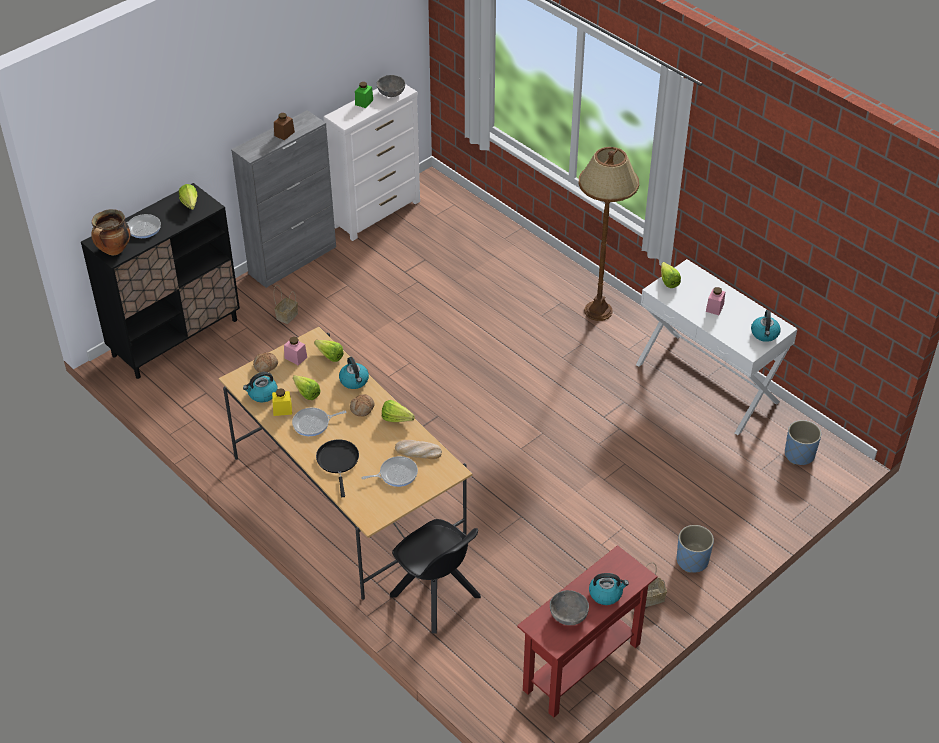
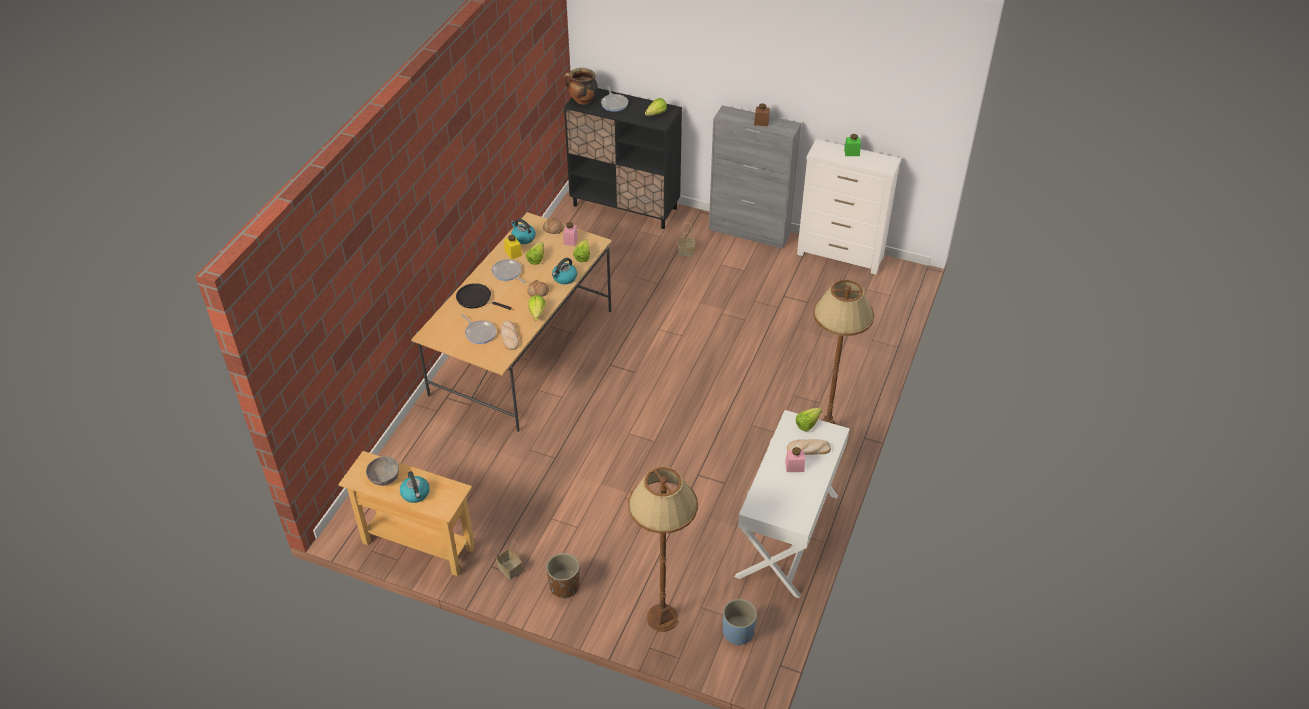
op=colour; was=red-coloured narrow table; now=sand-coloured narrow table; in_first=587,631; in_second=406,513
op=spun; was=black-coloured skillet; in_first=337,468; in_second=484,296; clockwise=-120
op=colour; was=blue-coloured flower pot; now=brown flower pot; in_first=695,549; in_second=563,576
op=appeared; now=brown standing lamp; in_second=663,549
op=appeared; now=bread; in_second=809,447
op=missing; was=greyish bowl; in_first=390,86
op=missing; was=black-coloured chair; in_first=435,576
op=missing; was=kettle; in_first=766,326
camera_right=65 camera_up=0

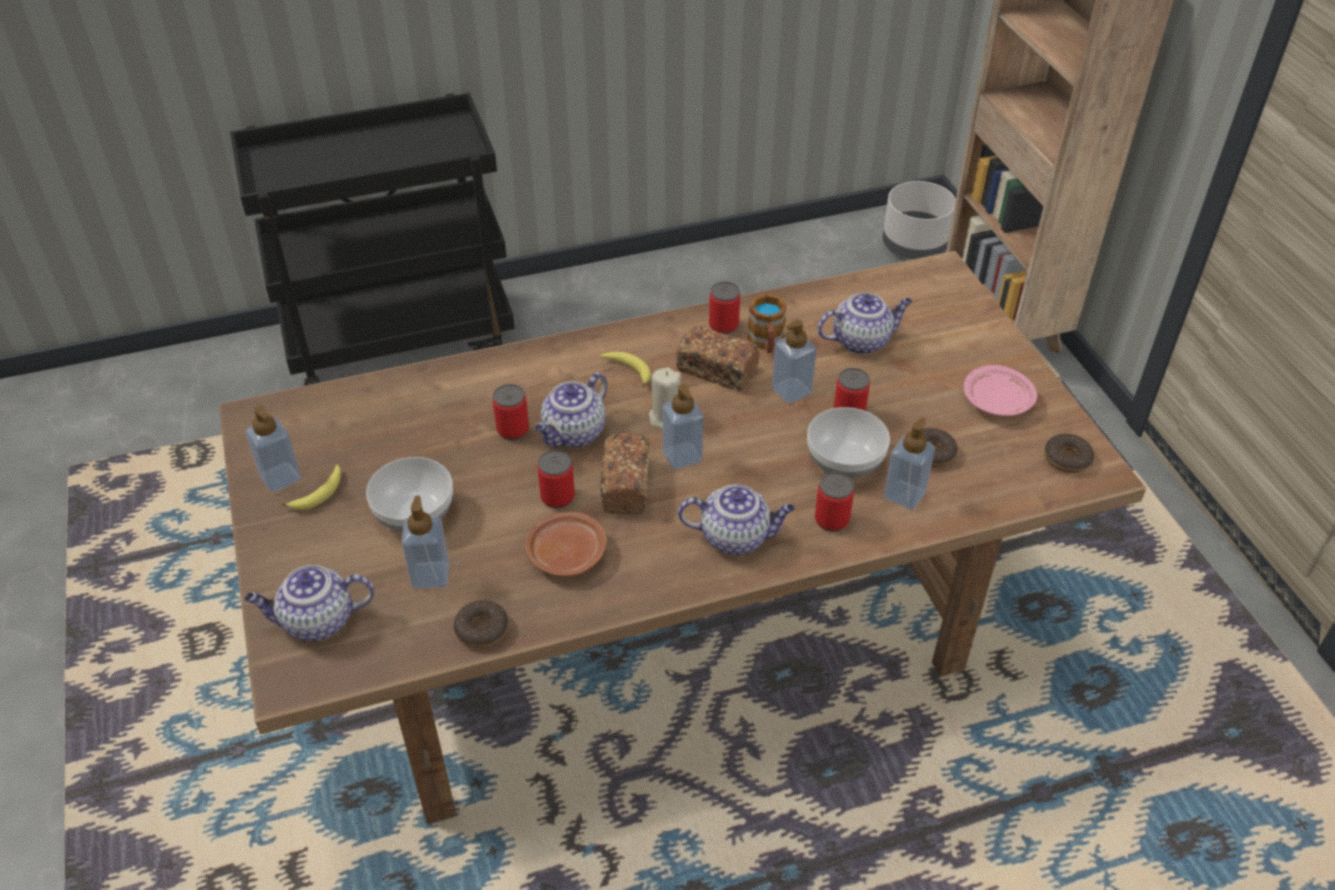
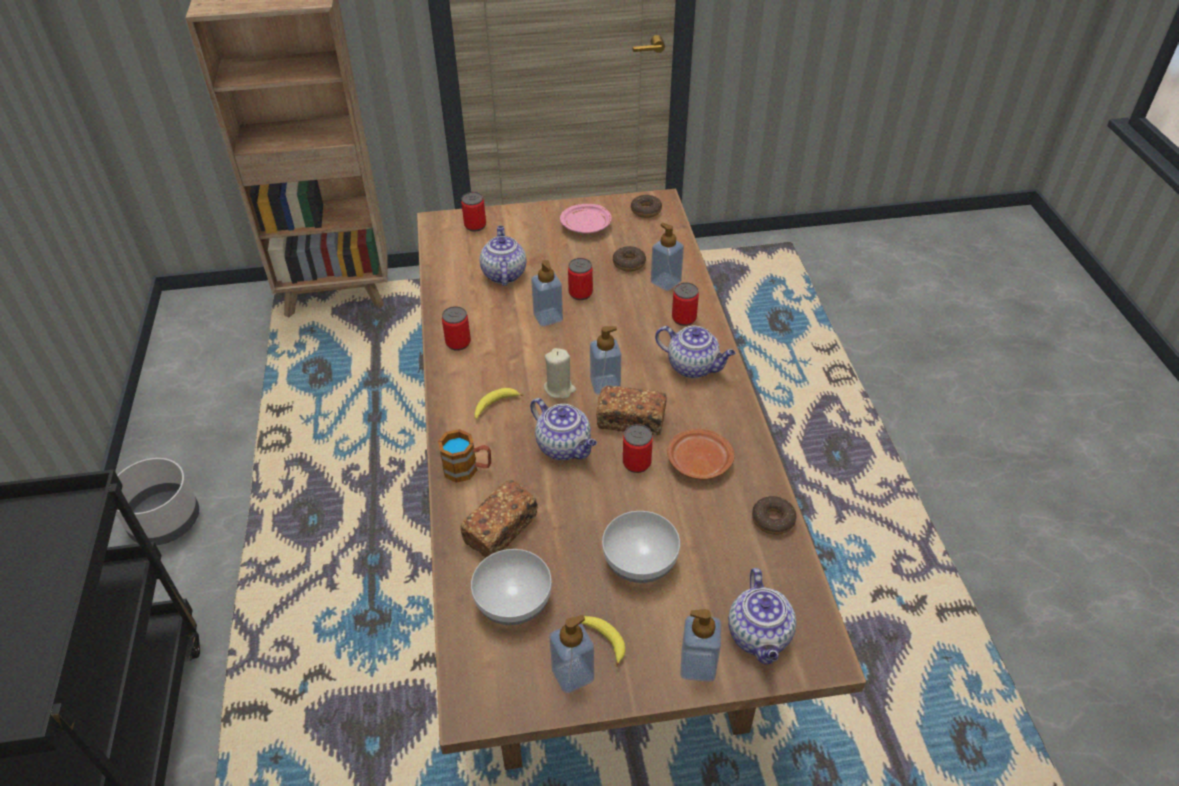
op=relocated; was=greyish flower pot; in_first=919,220; in_second=157,501
op=relocated; was=tea mug; in_first=767,323; in_second=464,456
op=relocated; was=bread; in_first=718,358; in_second=499,518
op=relocated; was=metal can; in_first=511,412; in_second=473,211
op=relocated; was=bowl; in_first=848,443; in_second=511,587
op=spun; was=pot for tea; in_first=736,519; in_second=695,352; clockwise=105
op=relocated; was=soap bottle; in_first=425,542; in_second=700,645
camera_right=-80 camera_up=0

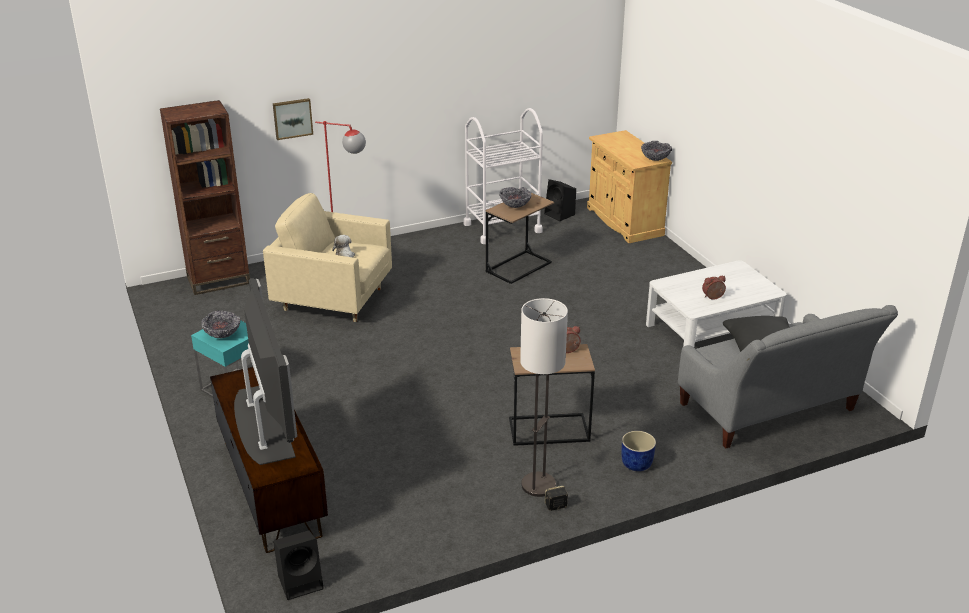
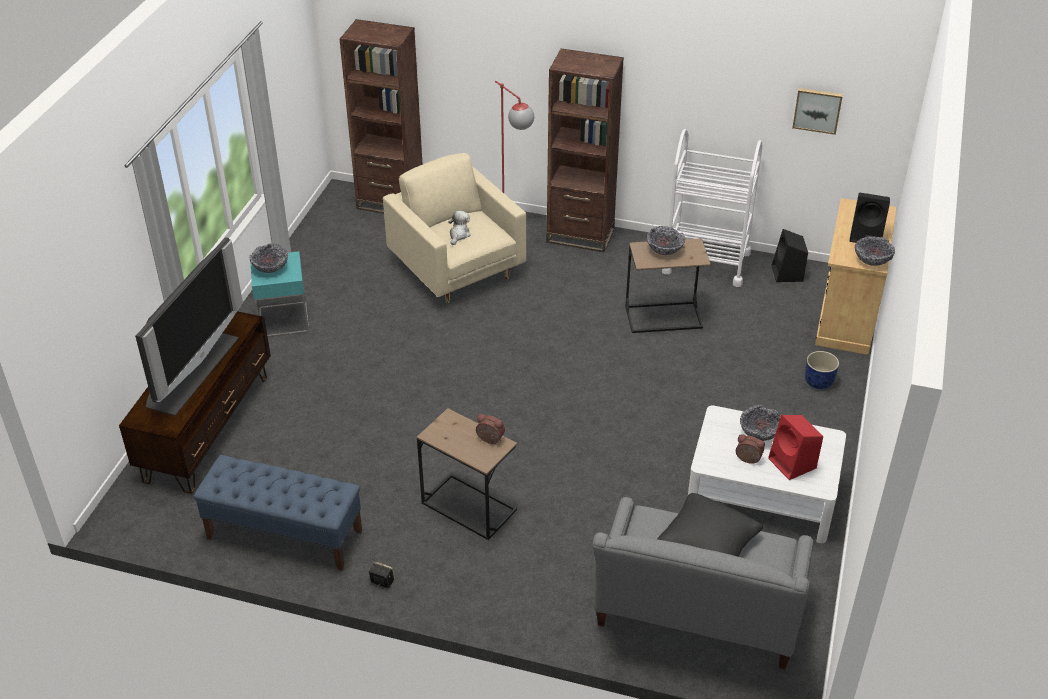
op=appeared; now=blue-coloured bench; in_second=277,513
op=appeared; now=brown bookshelf; in_second=585,151
op=appeared; now=bowl; in_second=760,423
op=appeared; now=red-coloured audio speaker; in_second=795,447
op=relocated; was=picture; in_first=293,119; in_second=817,111
op=relocated; was=blue-coloured flower pot; in_first=639,451; in_second=822,370
op=relocated; was=black-coloured audio speaker; in_first=298,565; in_second=870,218
op=missing; was=standing lamp; in_first=544,397
camera_right=40 camera_up=10

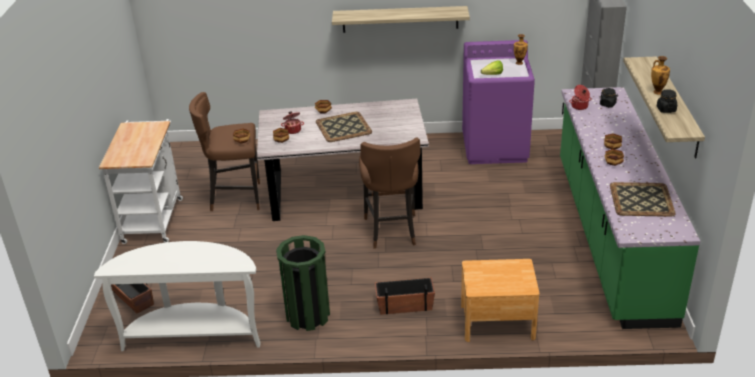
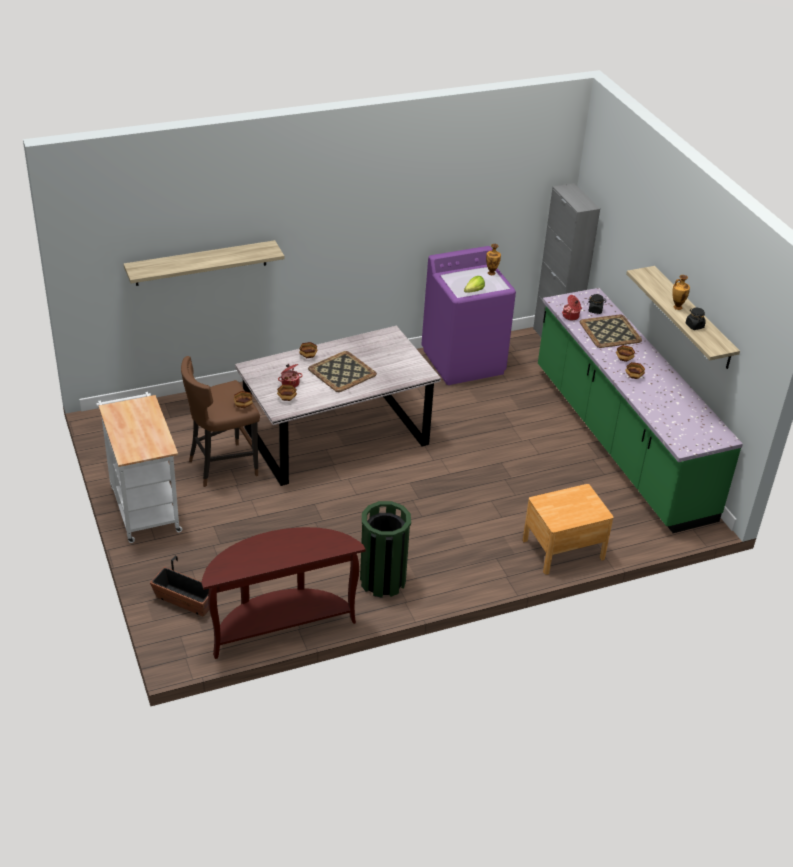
op=relocated; was=bracket shelf; in_first=401,19; in_second=204,263
op=colour; was=white narrow table; now=brown narrow table; in_first=177,296; in_second=283,593
op=relocated; was=serving tray; in_first=643,199; in_second=610,331
op=missing; was=brown stool; in_first=390,193
op=missing; was=flower pot; in_first=405,296
camera_right=-25 camera_up=5

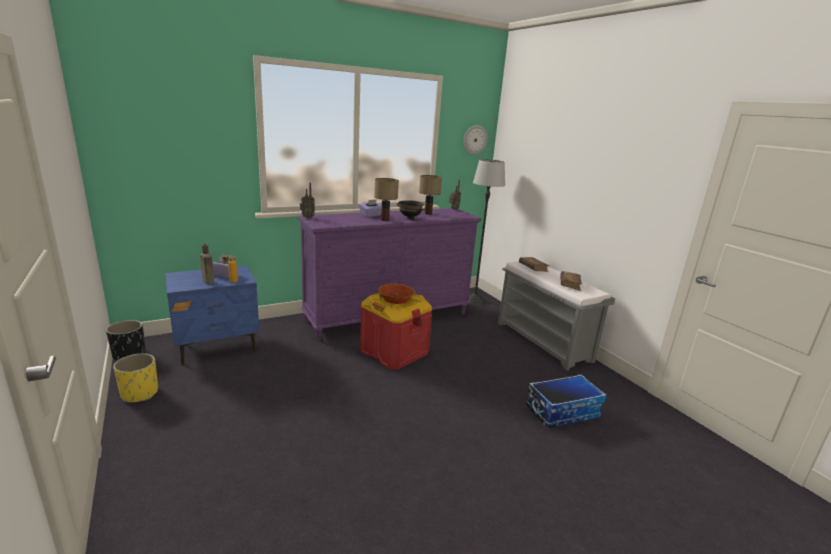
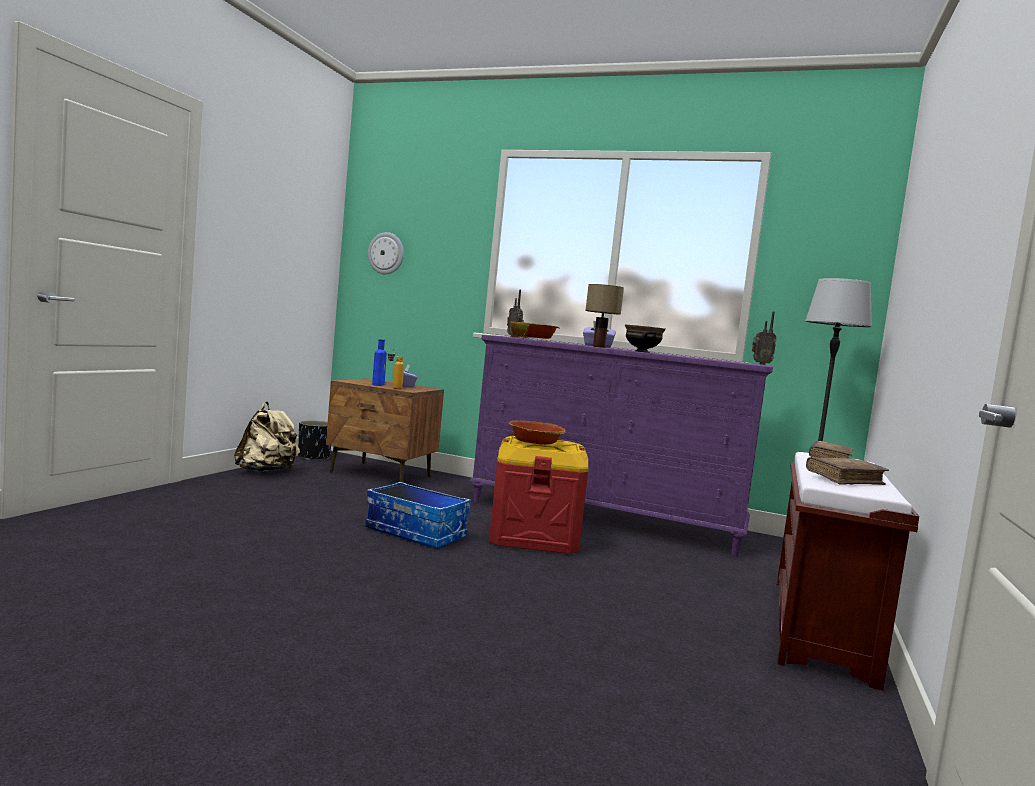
op=exchanged; was=yellowish flower pot; now=sand-coloured backpack; in_first=135,377; in_second=267,437
op=colour; was=blue-coloured night table; now=brown night table; in_first=212,315; in_second=385,430
op=relocated; was=storage box; in_first=566,401; in_second=418,515
op=relocated; was=hanging clock; in_first=475,140; in_second=386,253
op=colour; was=brown beverage bottle; now=blue-coloured beverage bottle; in_first=207,264; in_second=379,362
op=appeared; now=bowl; in_second=534,330
op=colour; was=greyish bench; now=brown bench; in_first=556,316; in_second=848,571
op=missing; was=table lamp; in_first=430,195
camera_right=50 camera_up=-15

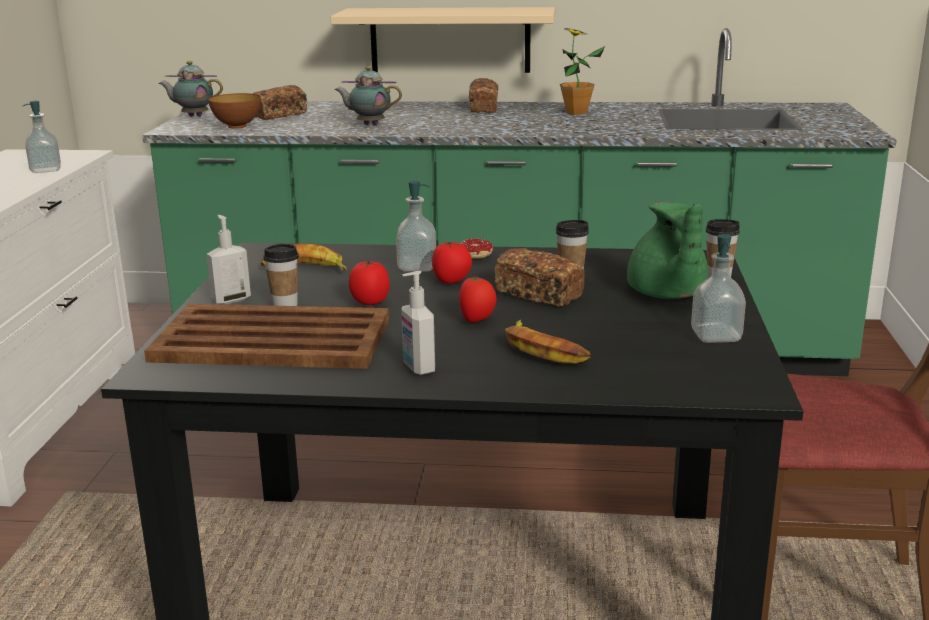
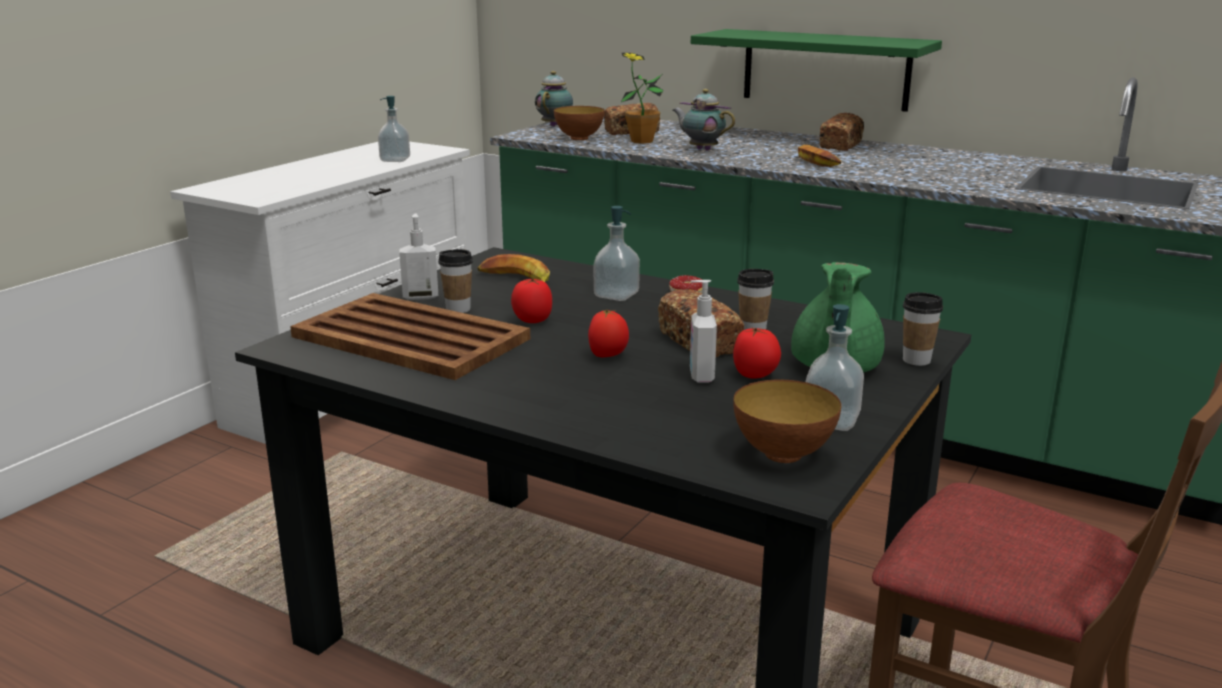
op=spun; was=pot for tea; in_first=191,89; in_second=554,98; clockwise=75
op=relocated; was=houseplant; in_first=582,71; in_second=642,98
op=relocated; was=soap bottle; in_first=418,323; in_second=703,331
op=colour; was=sand-coloured bracket shelf; now=greenish bracket shelf; in_first=443,40; in_second=816,70
op=relocated; was=tomato; in_first=452,263; in_second=757,353
op=appeared; now=bowl; in_second=787,421
op=relocated; was=banana; in_first=548,342; in_second=819,156
camera_right=25 camera_up=0

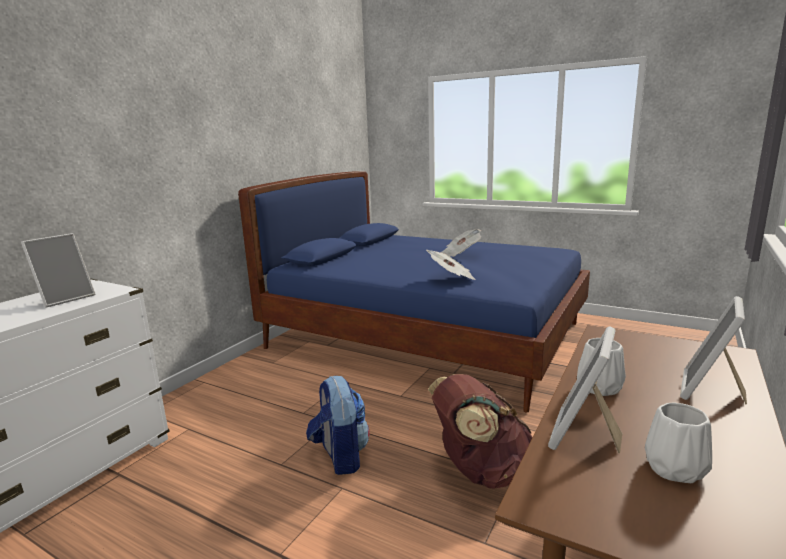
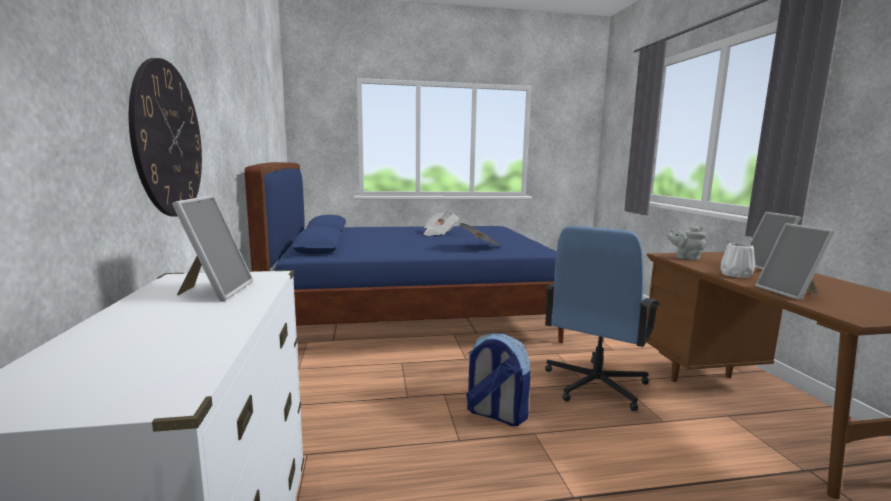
op=appeared; now=hanging clock; in_second=165,137
op=exchanged; was=brown backpack; now=blue-coloured computer chair; in_first=480,431; in_second=602,318
op=appeared; now=greyish pot for tea; in_second=686,243
op=missing; was=white vase; in_first=678,443
camera_right=-40 camera_up=-5

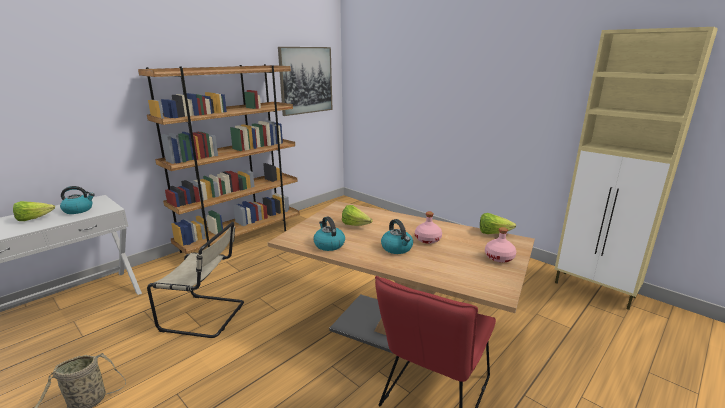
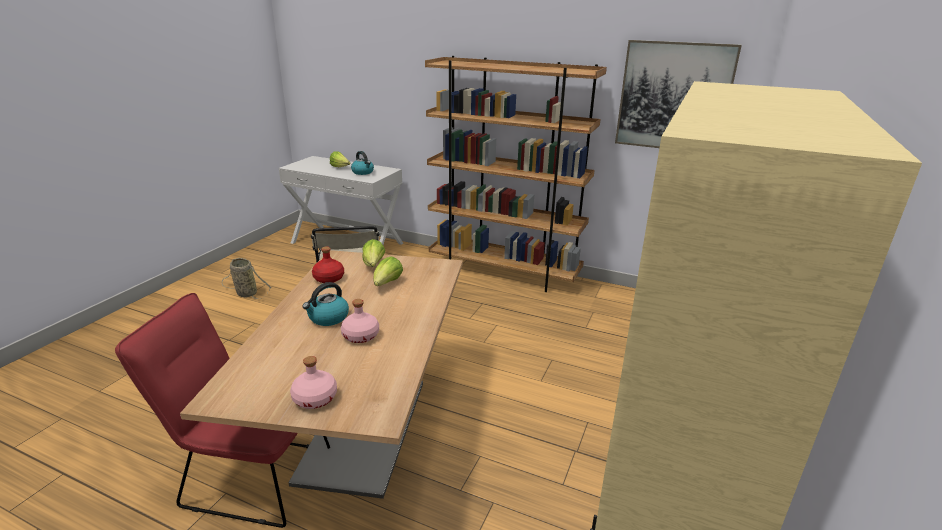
op=exchanged; was=kettle; now=red-coloured beverage bottle; in_first=329,233; in_second=328,264
op=relocated; was=lettuce; in_first=498,223; in_second=373,253
camera_right=70 camera_up=5

